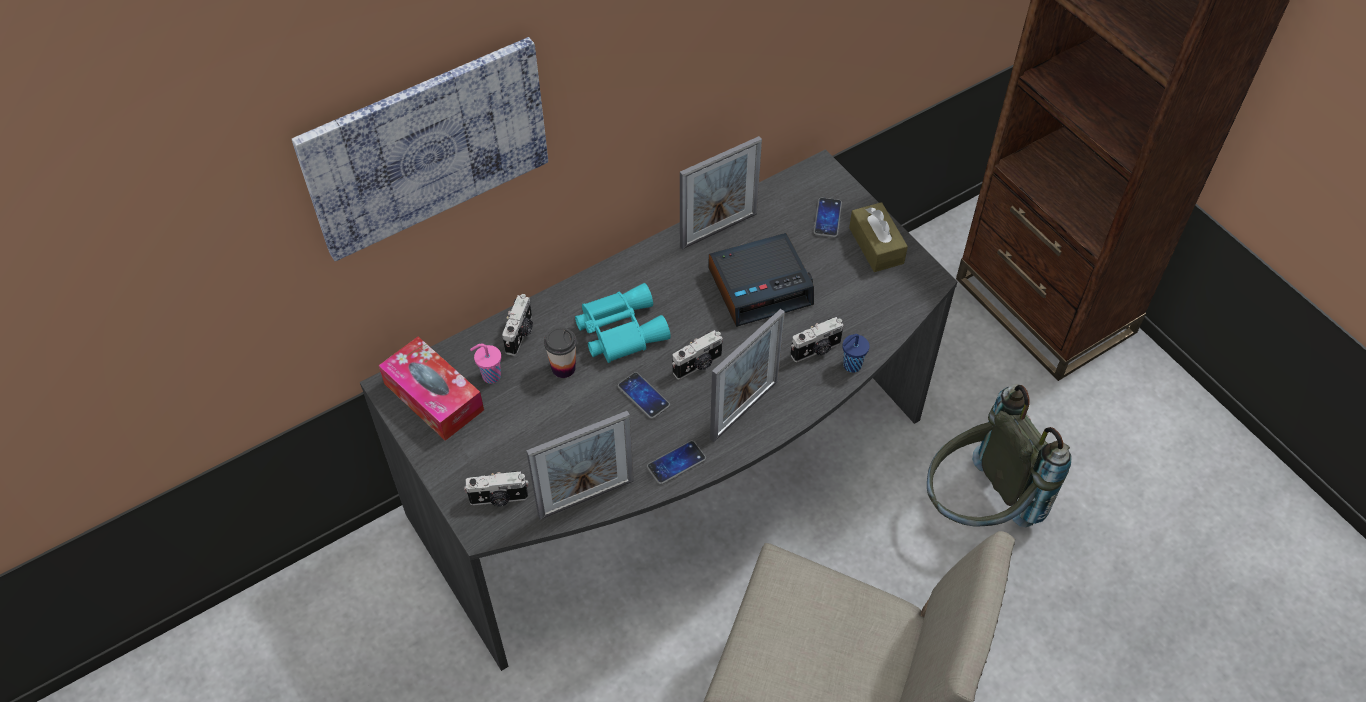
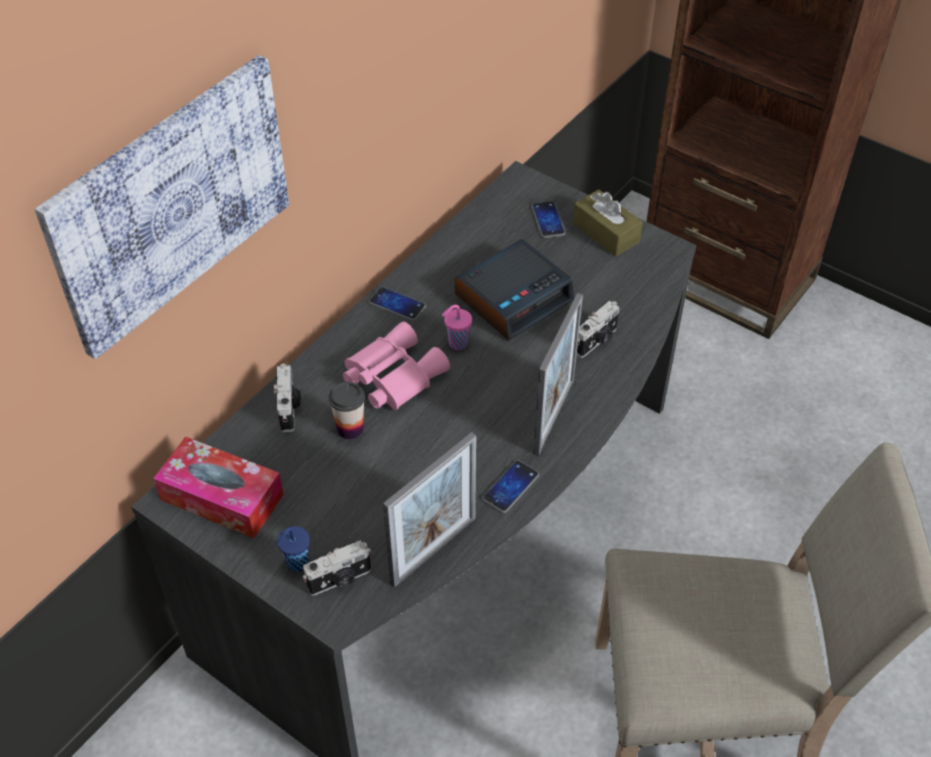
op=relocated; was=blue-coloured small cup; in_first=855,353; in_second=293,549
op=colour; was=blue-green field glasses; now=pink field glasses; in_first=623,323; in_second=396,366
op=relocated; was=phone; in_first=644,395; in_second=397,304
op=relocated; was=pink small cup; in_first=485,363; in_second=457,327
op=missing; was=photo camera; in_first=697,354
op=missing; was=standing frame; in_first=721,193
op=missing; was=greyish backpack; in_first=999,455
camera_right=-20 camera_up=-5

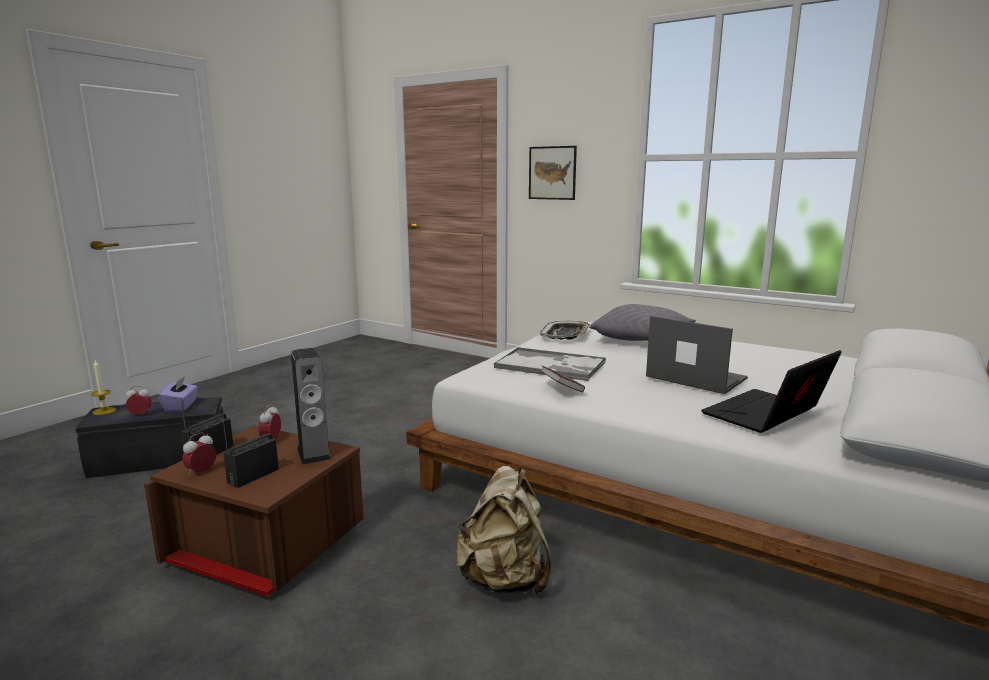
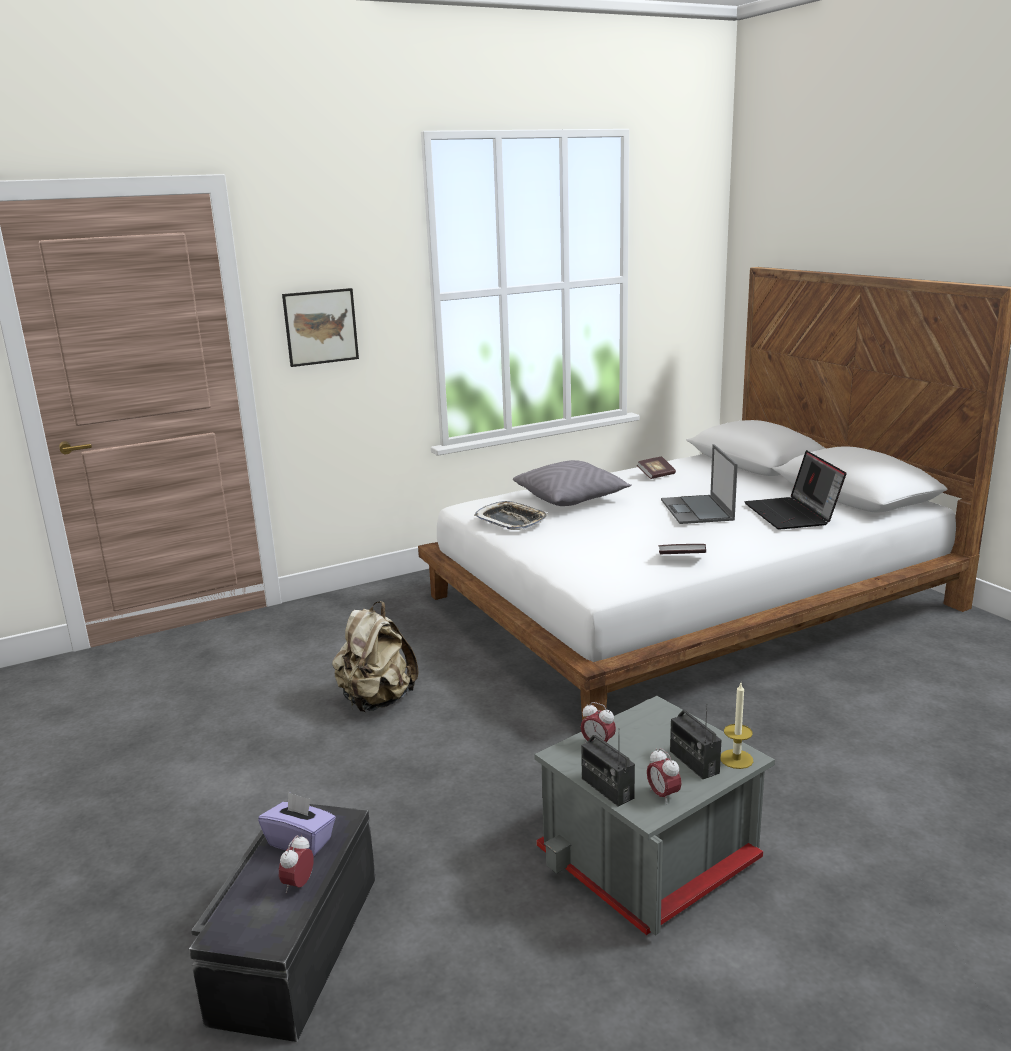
op=relocated; was=sand-coloured backpack; in_first=503,531; in_second=375,656
op=colour; was=brown storage box; now=greyish storage box; in_first=253,511; in_second=654,816
op=appeared; now=volume; in_second=656,467
op=spun; was=portable computer; in_first=697,355; in_second=699,484; clockwise=-75
op=relocated; was=candle; in_first=103,387; in_second=737,726
op=missing; was=audio speaker; in_first=311,406
op=missing; was=serving tray; in_first=550,364
camera_right=-60 camera_up=5

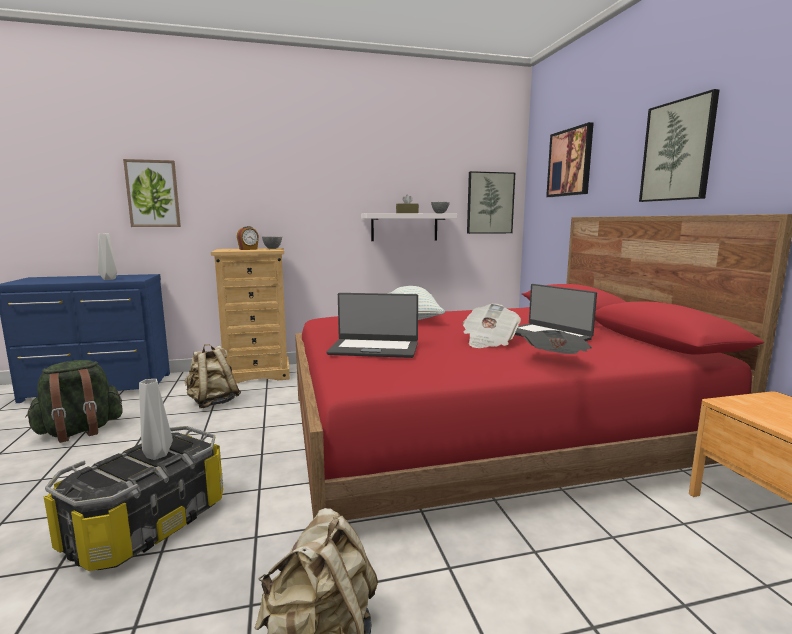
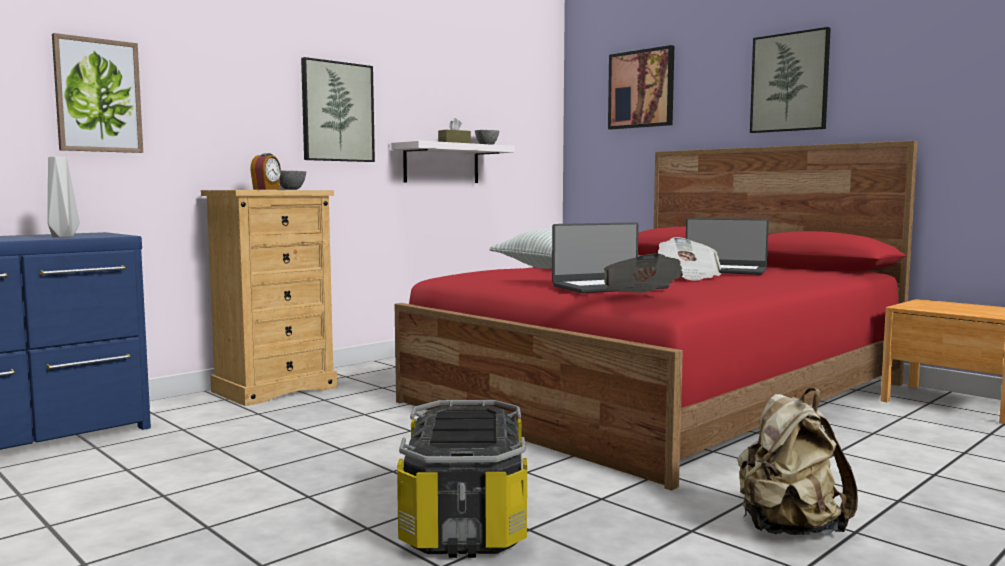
op=relocated; was=picture; in_first=491,202; in_second=338,109
op=relocated; was=printed paper; in_first=556,342; in_second=643,273
op=missing; was=greenish backpack; in_first=74,401
op=missing; was=greyish vase; in_first=156,419
op=missing; was=sand-coloured backpack; in_first=213,376
camera_right=-30 camera_up=-5

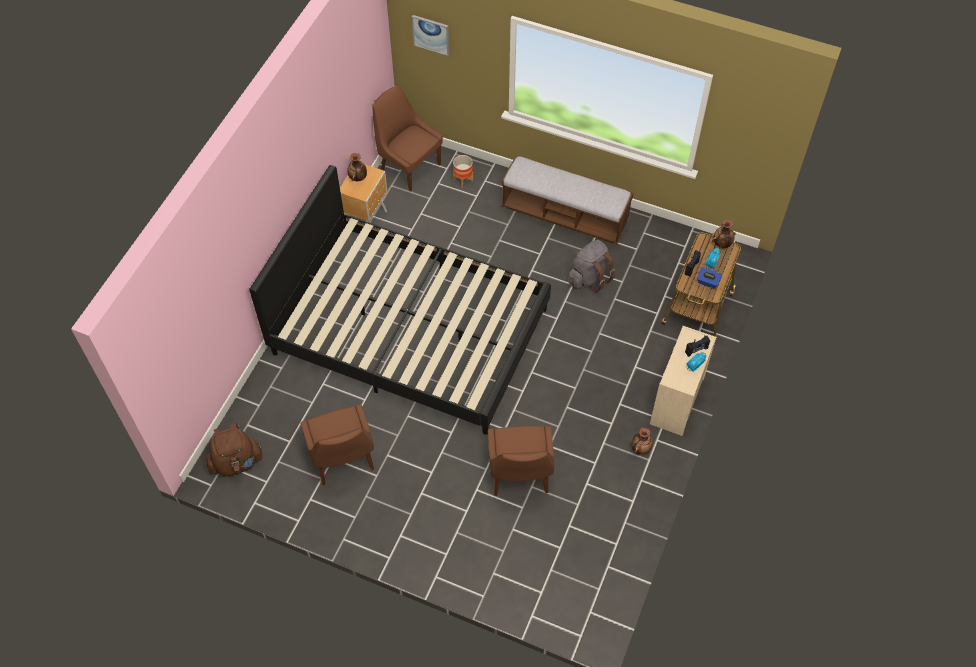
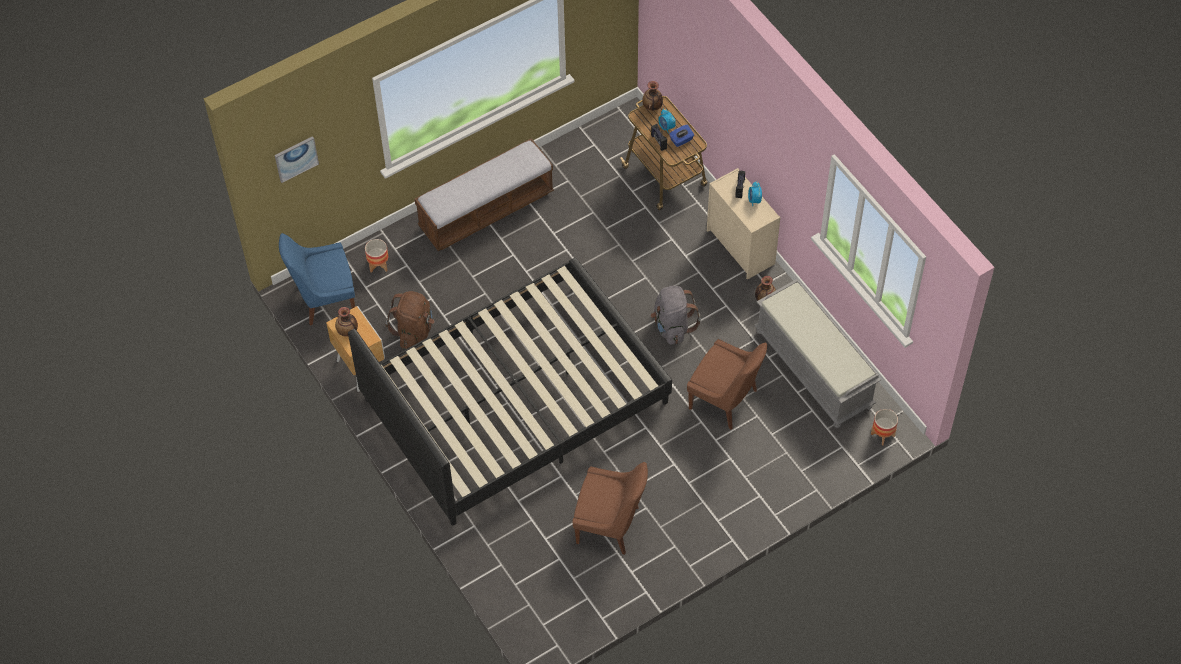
op=colour; was=brown chair; now=blue-coloured chair; in_first=407,138; in_second=317,279
op=relocated; was=brown backpack; in_first=234,449; in_second=410,320
op=relocated; was=greyish backpack; in_first=591,266; in_second=676,315
op=appeared; now=greyish bench; in_second=817,353
op=appeared; now=flower pot; in_second=884,427
camera_right=-55 camera_up=0

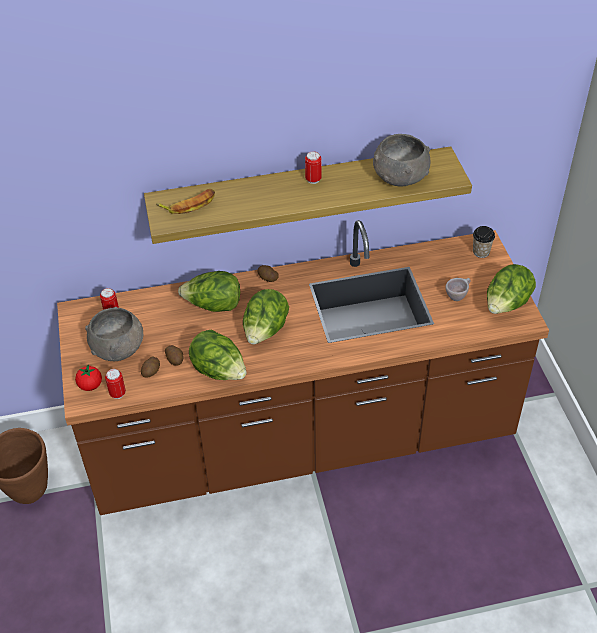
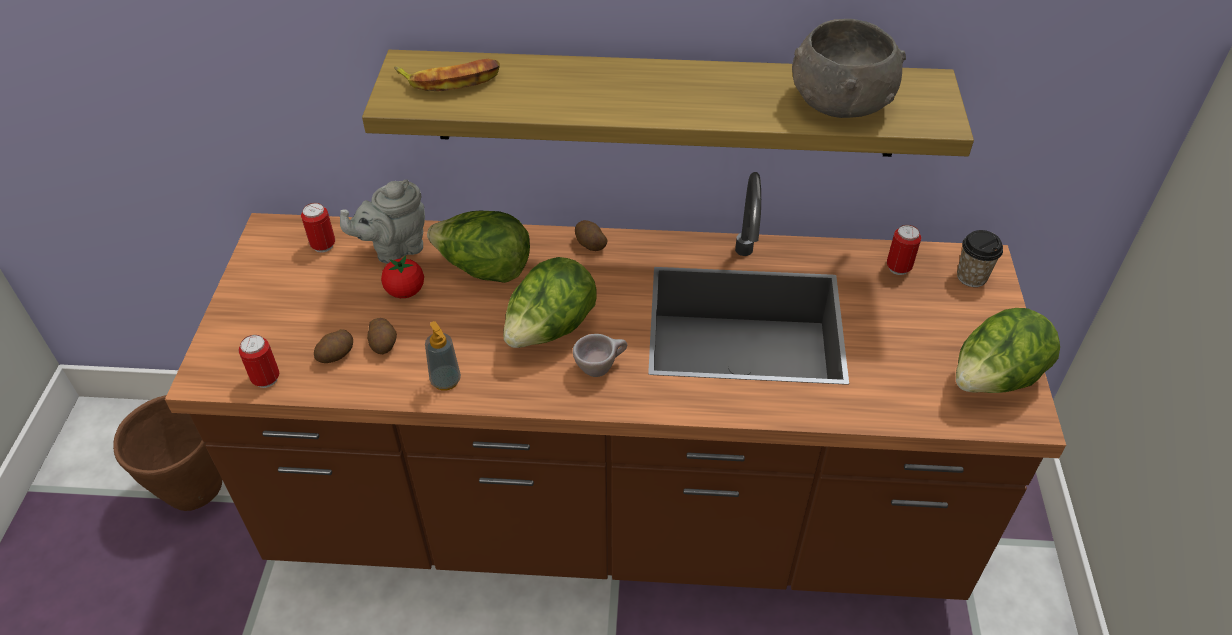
op=appeared; now=greyish pot for tea; in_second=382,222
op=relocated; was=tomato; in_first=88,378; in_second=402,277
op=exchanged; was=lettuce; now=soap bottle; in_first=218,355; in_second=443,356
op=relocated; was=sand-coloured small cup; in_first=458,289; in_second=600,355
op=relocated; was=metal can; in_first=313,167; in_second=904,250
op=missing; was=greyish bowl; in_first=114,334
camera_right=15 camera_up=0

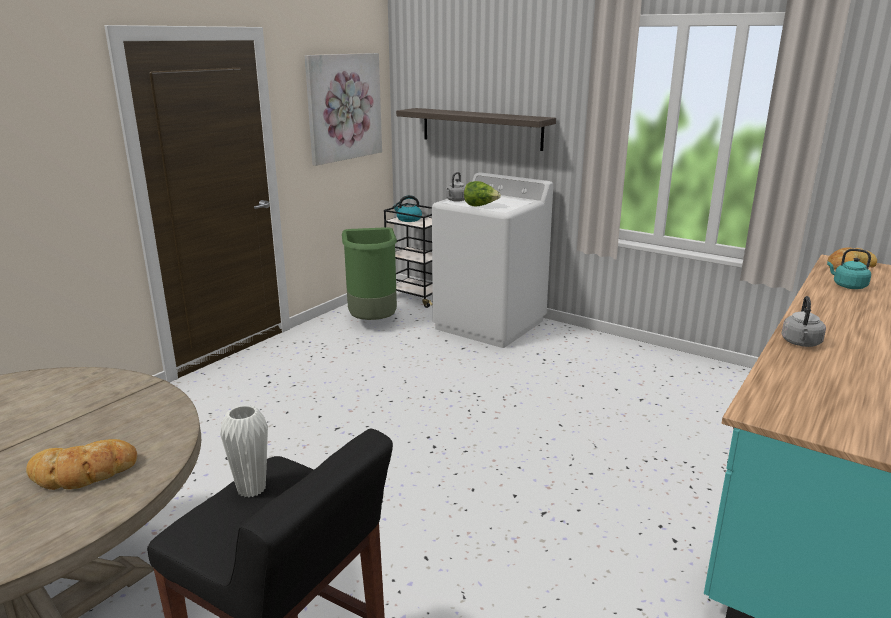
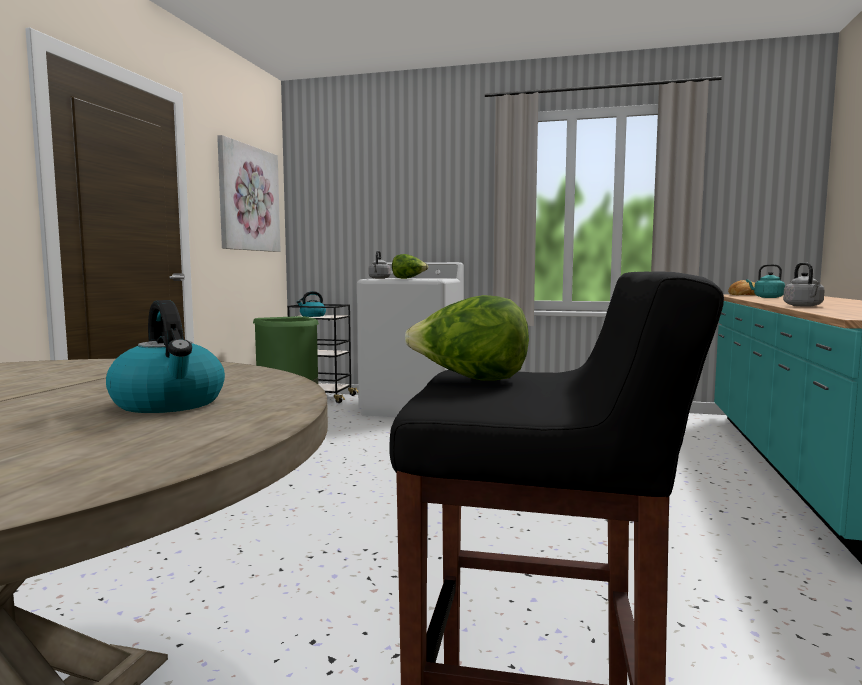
op=exchanged; was=bread; now=kettle; in_first=81,464; in_second=165,356
op=exchanged; was=white vase; now=lettuce; in_first=244,451; in_second=467,338
op=missing; was=bracket shelf; in_first=476,129
camera_right=-20 camera_up=-15

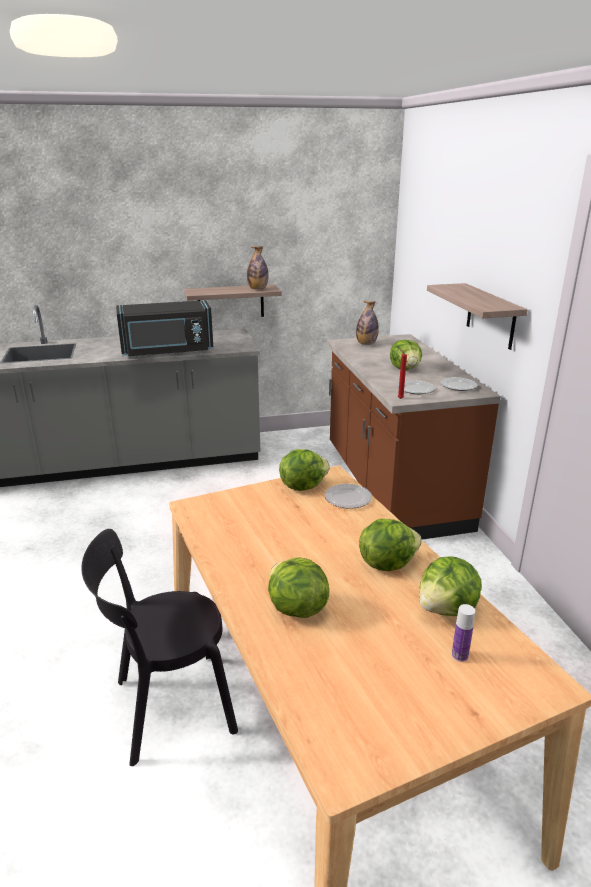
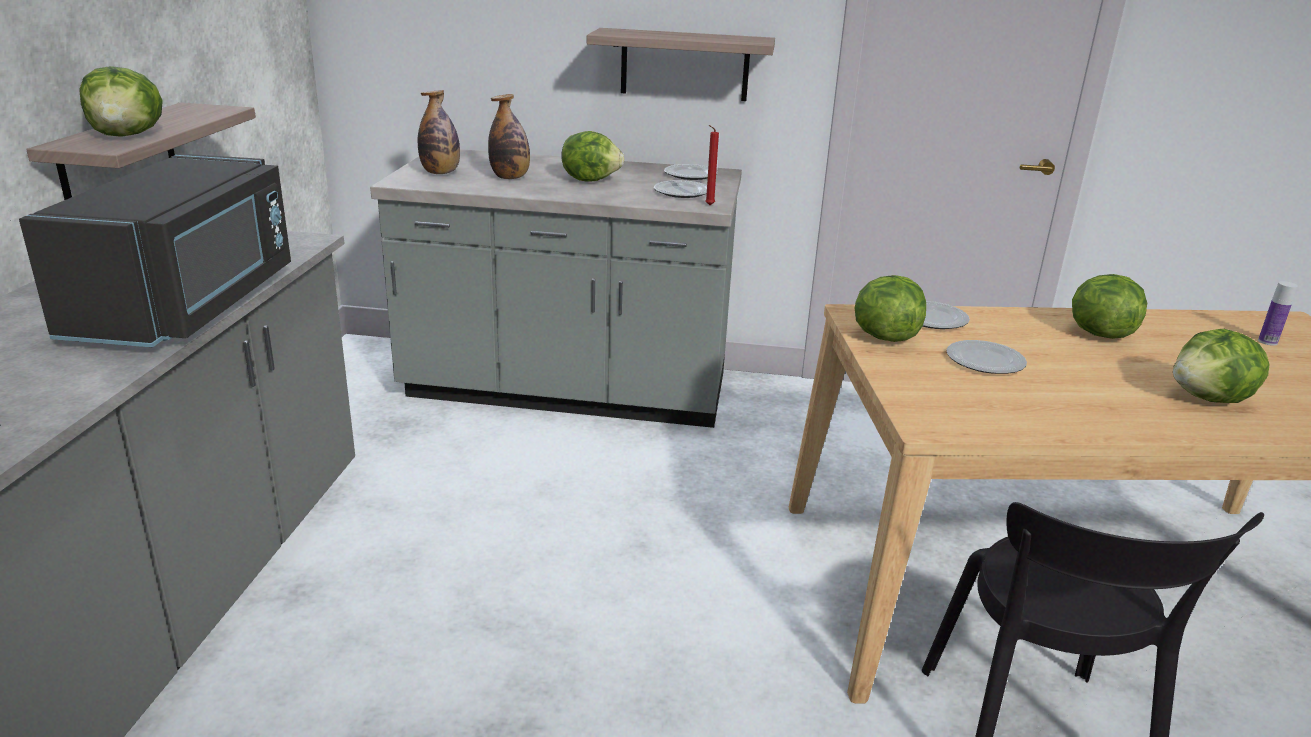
op=relocated; was=lettuce; in_first=450,586; in_second=121,101
op=colour; was=brown counter; now=greyish counter; in_first=414,437; in_second=556,288
op=relocated; was=beverage bottle; in_first=257,267; in_second=509,136
op=appeared; now=plate; in_second=986,357
camera_right=-70 camera_up=0

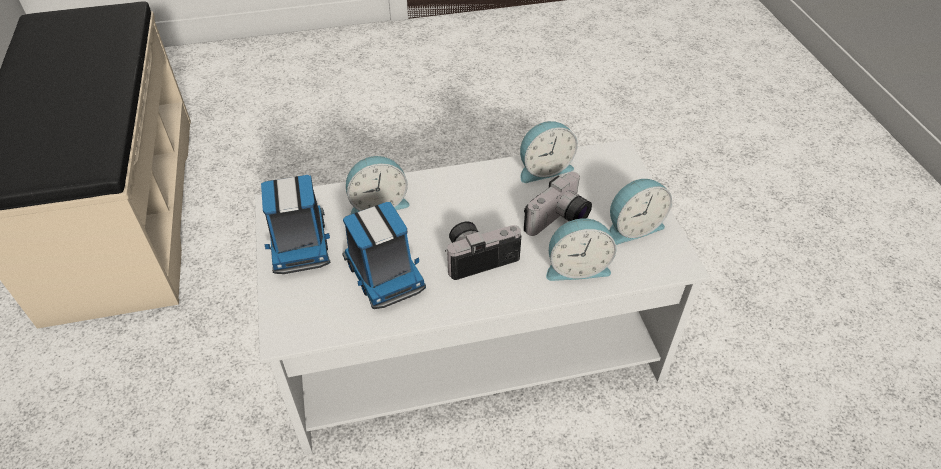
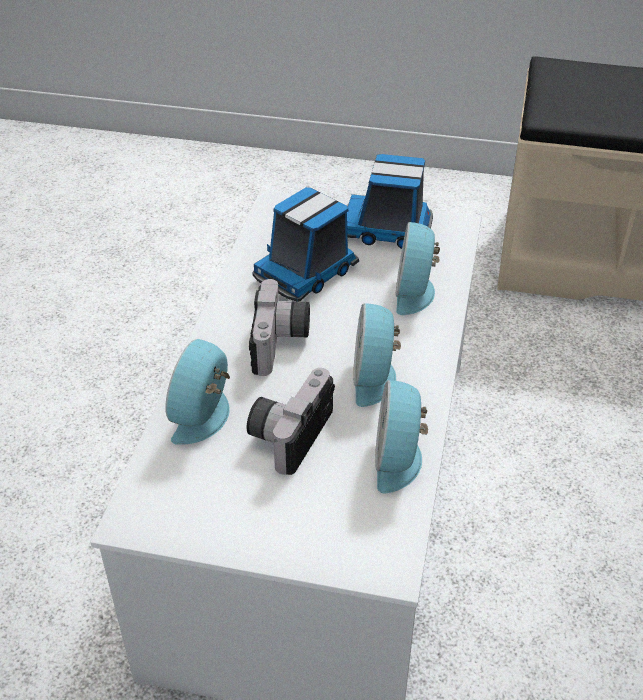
op=spun; was=photo camera; in_first=558,204; in_second=291,421; clockwise=45
op=spun; was=model truck; in_first=384,255; in_second=306,244; clockwise=-45
op=relocated; was=table clock; in_first=640,212; in_second=377,355
camera_right=115 camera_up=-5

